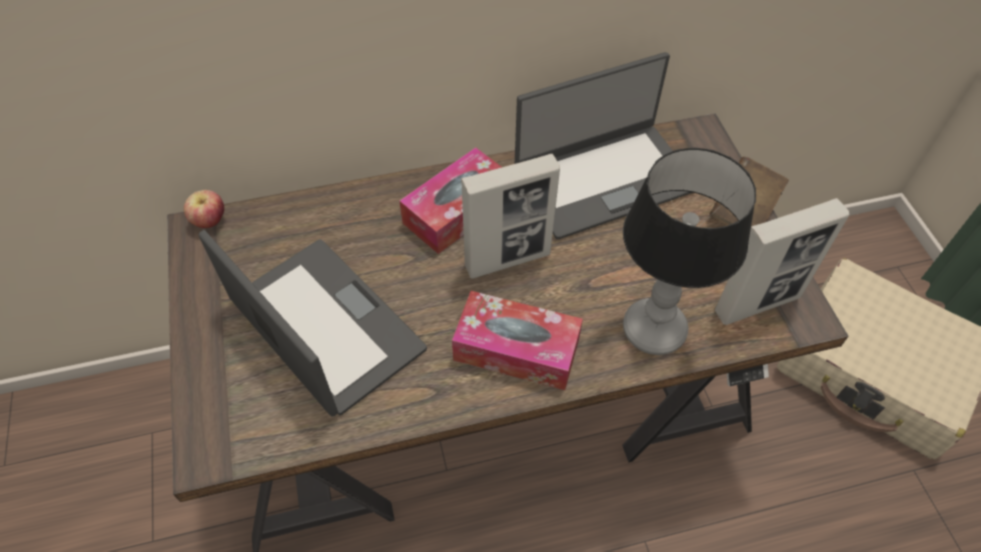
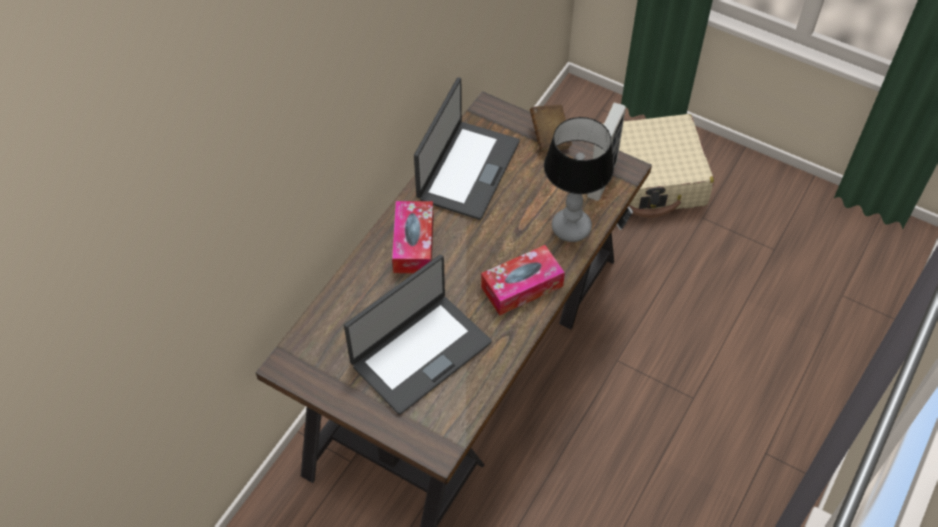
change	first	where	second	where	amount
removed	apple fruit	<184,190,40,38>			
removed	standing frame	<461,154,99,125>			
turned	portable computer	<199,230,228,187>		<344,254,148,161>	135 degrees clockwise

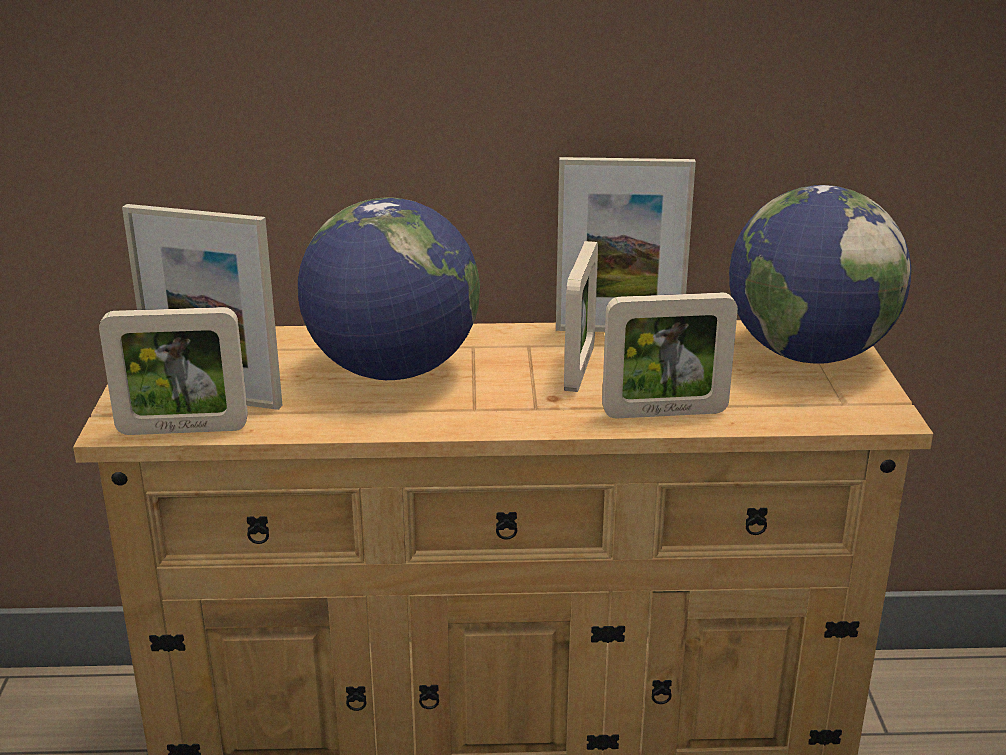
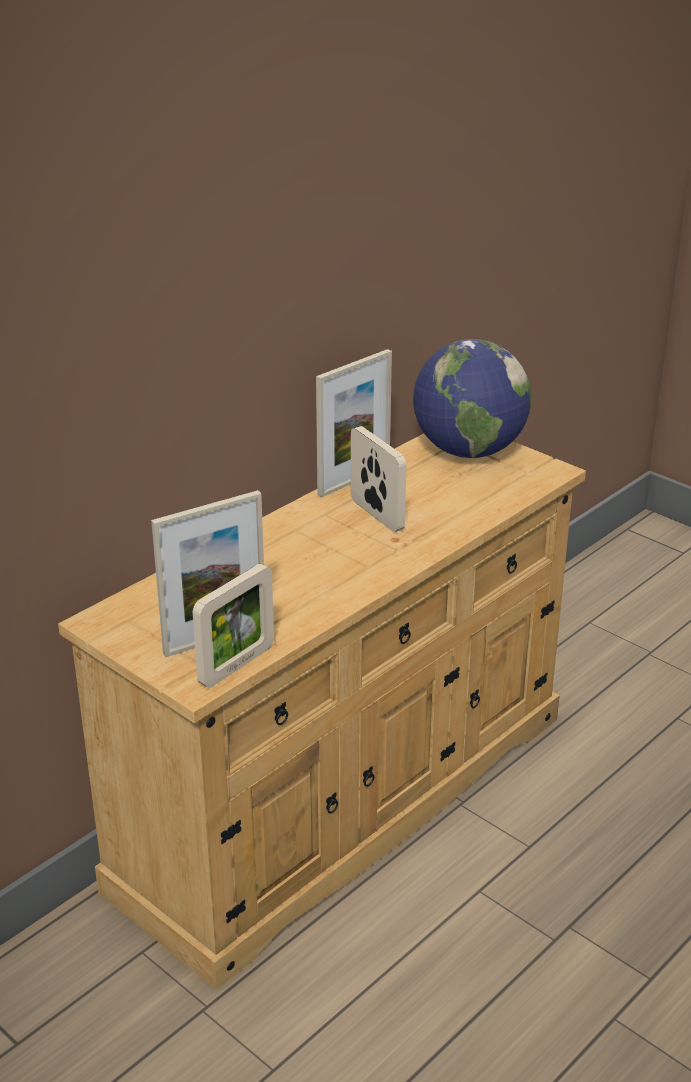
change	first	where	second	where	amount
removed	world globe	<298,197,182,183>			
removed	standing frame	<602,293,136,126>			

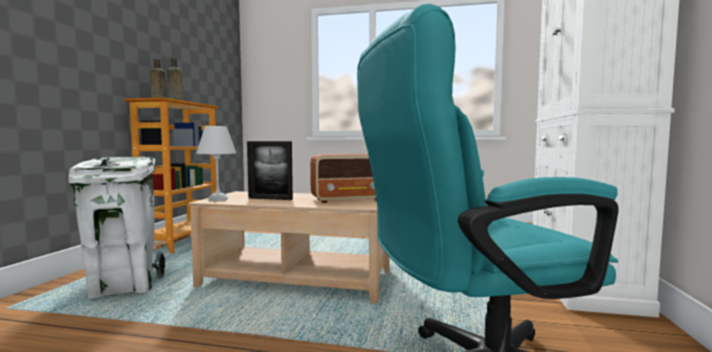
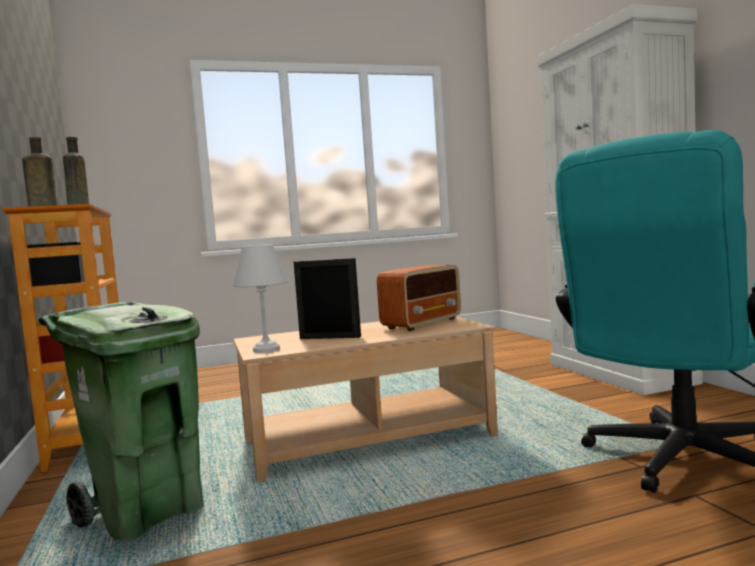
change	first	where	second	where	amount
recoloured	white waste bin	<68,157,97,141>	green waste bin	<38,302,166,240>	
turned	standing frame	<247,141,46,59>		<294,258,67,81>	150 degrees counterclockwise

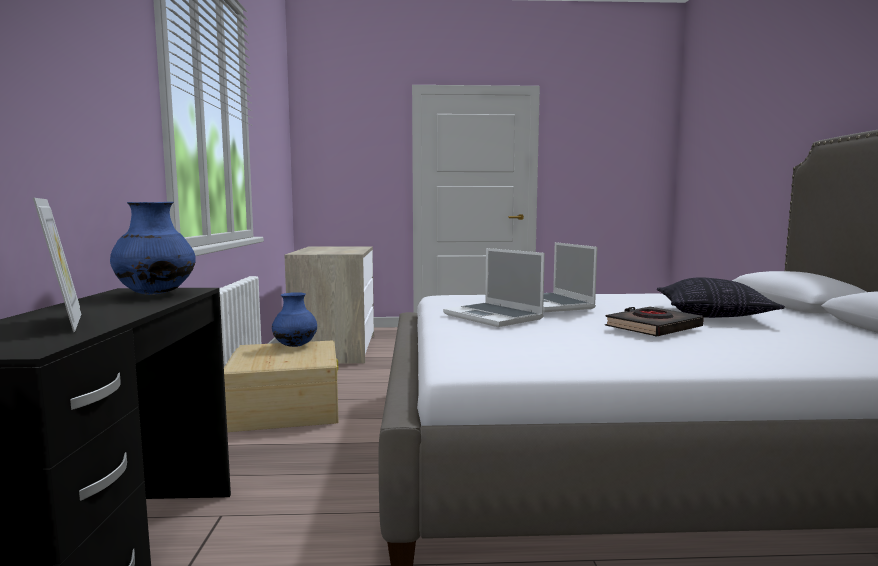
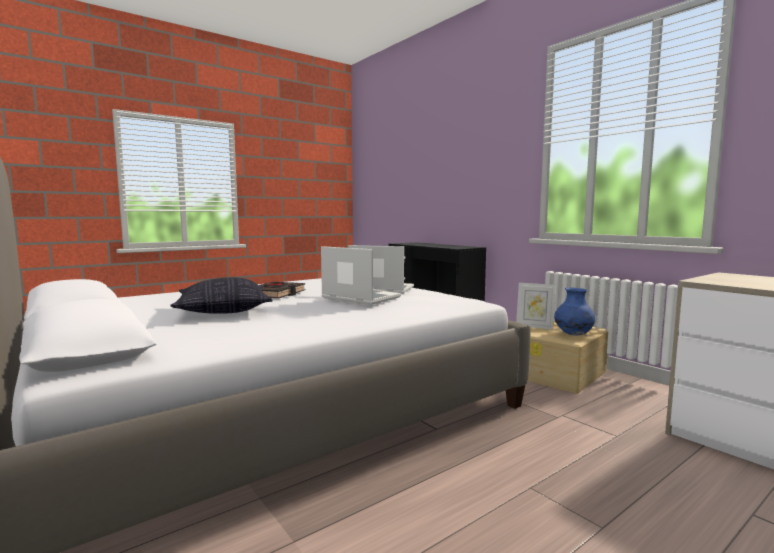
change	first	where	second	where	amount
removed	blue vase	<110,202,86,93>			
moved	standing frame	<33,198,48,134>		<516,283,40,47>	

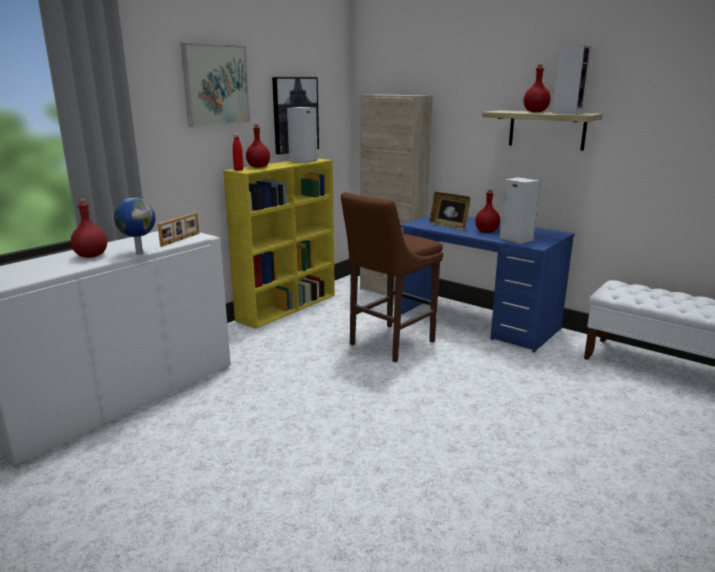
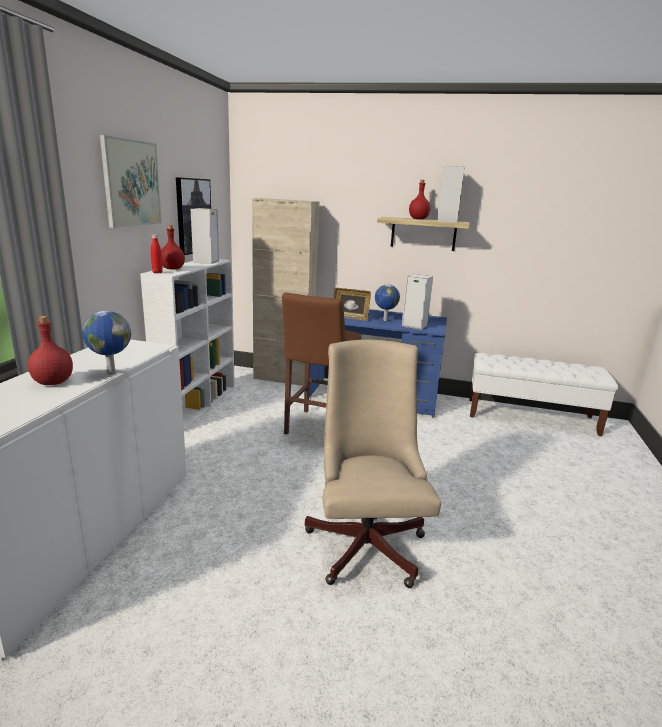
change	first	where	second	where	amount
removed	standing frame	<158,212,41,35>			
added			beige office chair	<305,340,136,248>	
replaced	red bottle	<475,189,25,44>	world globe	<375,284,25,37>	
recoloured	yellow shelving unit	<223,158,112,171>	white shelving unit	<140,259,95,171>	

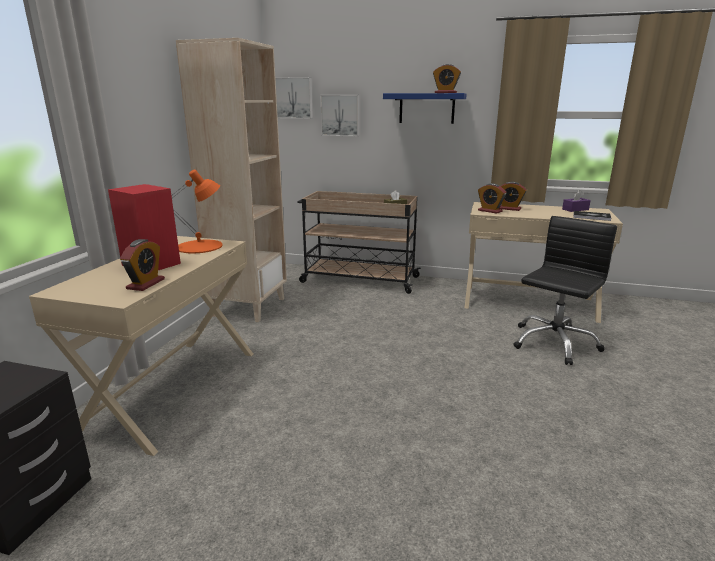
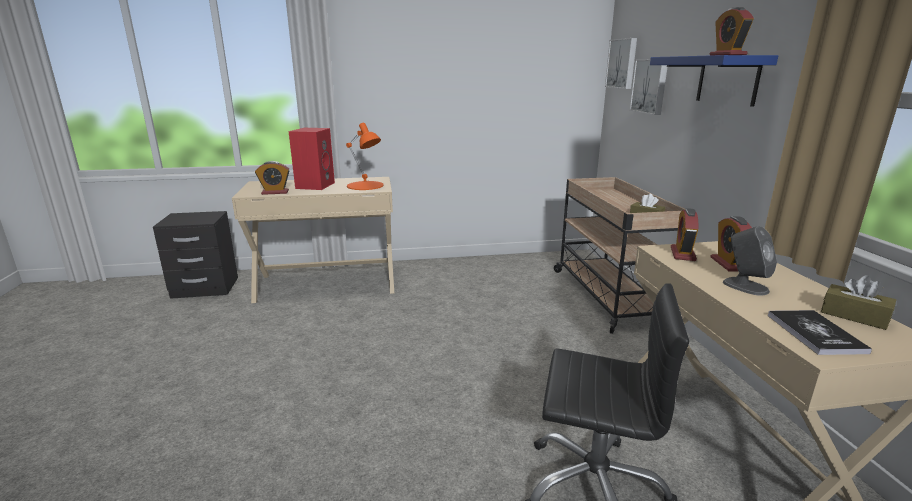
change	first	where	second	where	amount
removed	beige shelving unit	<176,38,111,284>			
added			grey speaker	<723,226,54,70>	
recoloured	purple-coloured tissue holder	<562,190,29,22>	brown-coloured tissue holder	<821,275,75,55>	

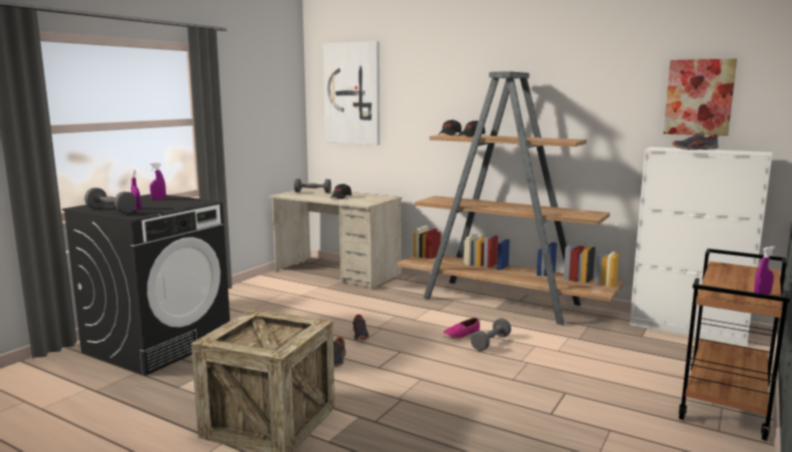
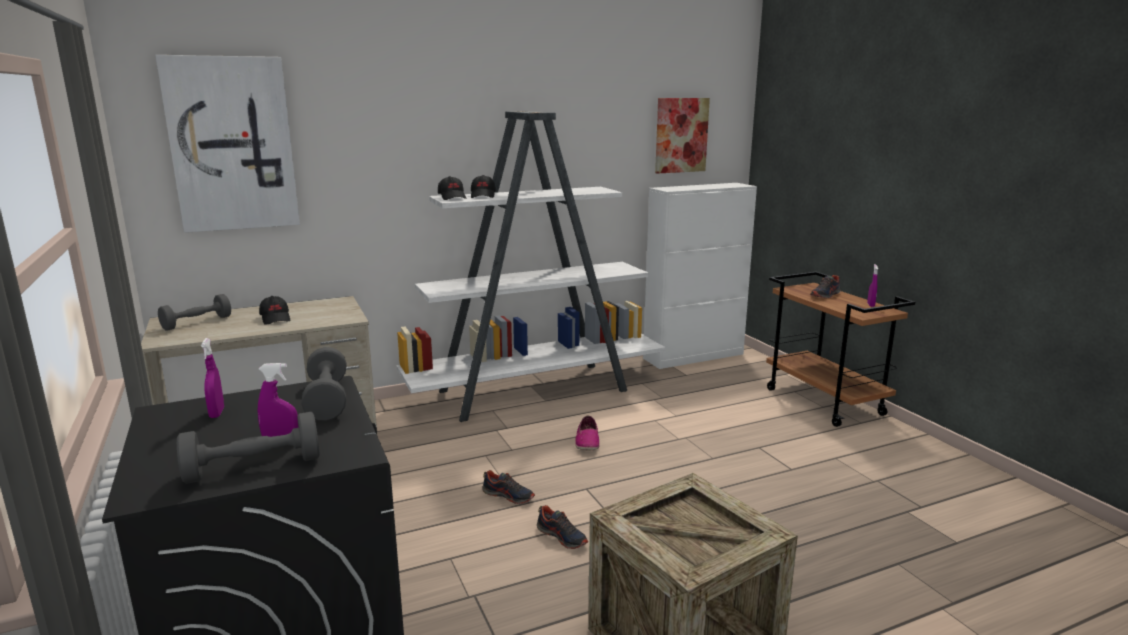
change	first	where	second	where	amount
moved	grey free weight	<470,318,41,33>		<301,347,45,74>	
moved	item of footwear	<673,132,46,18>		<810,275,31,23>	
recoloured	brown-coloured shelving unit	<397,71,226,254>	white shelving unit	<396,111,269,311>	

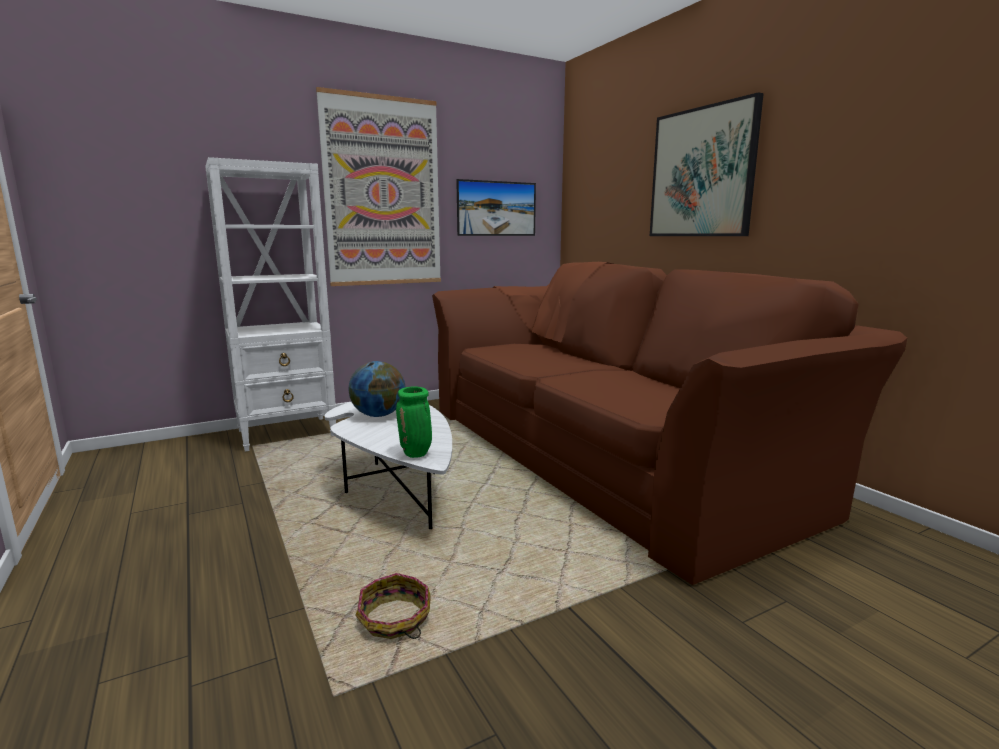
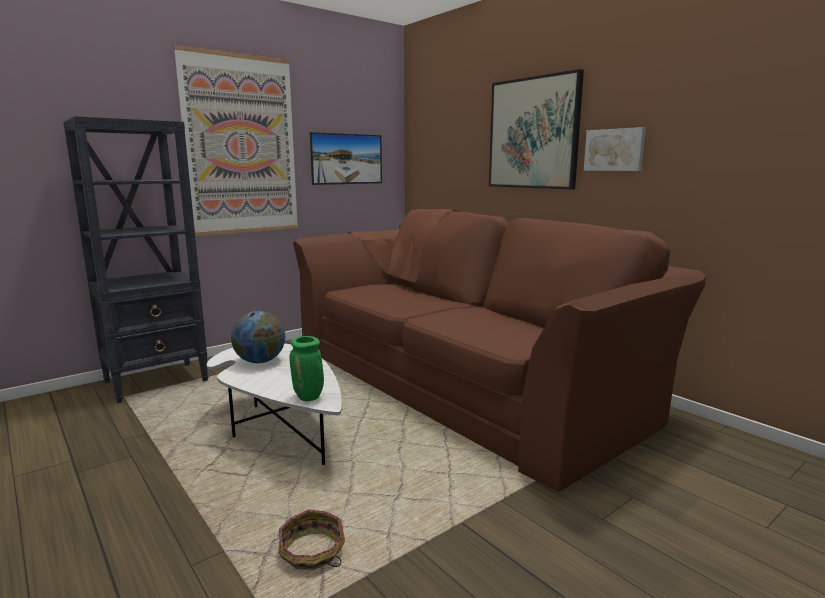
change	first	where	second	where	amount
added			wall art	<584,127,62,44>	
recoloured	white shelving unit	<205,157,131,294>	blackish shelving unit	<63,116,145,287>	

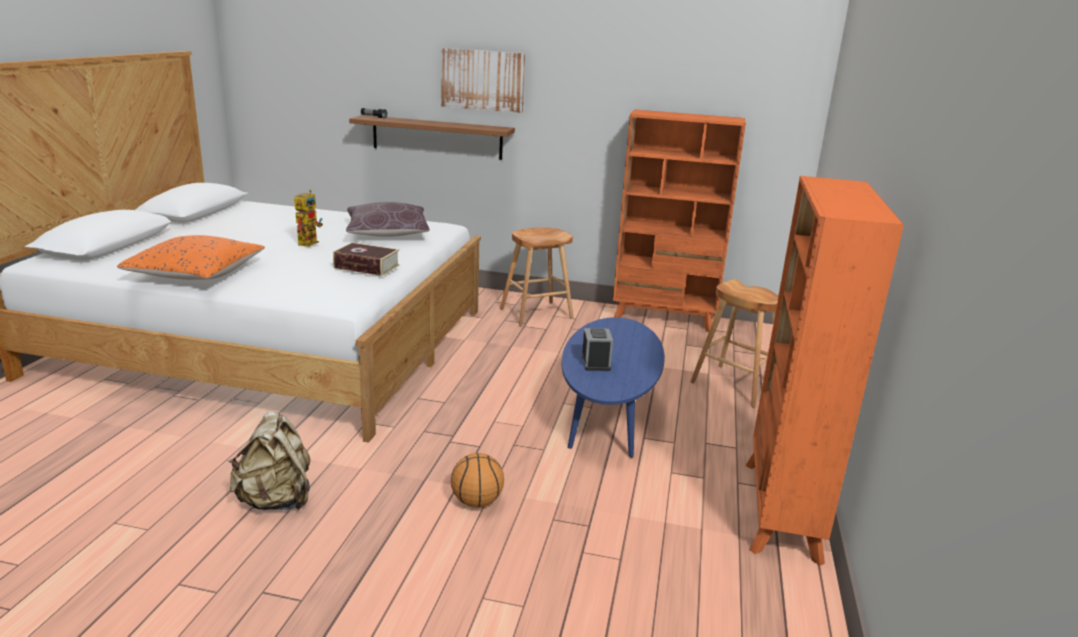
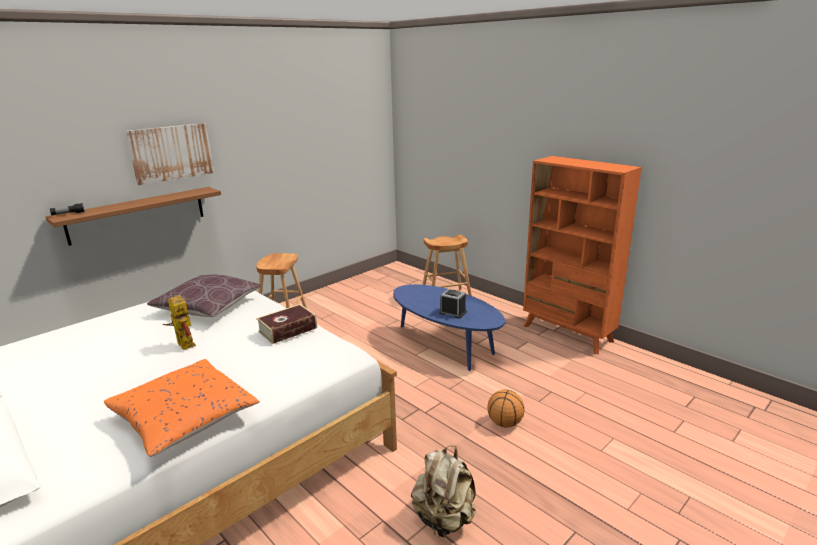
change	first	where	second	where	amount
removed	orange-coloured shelving unit	<613,110,133,223>			

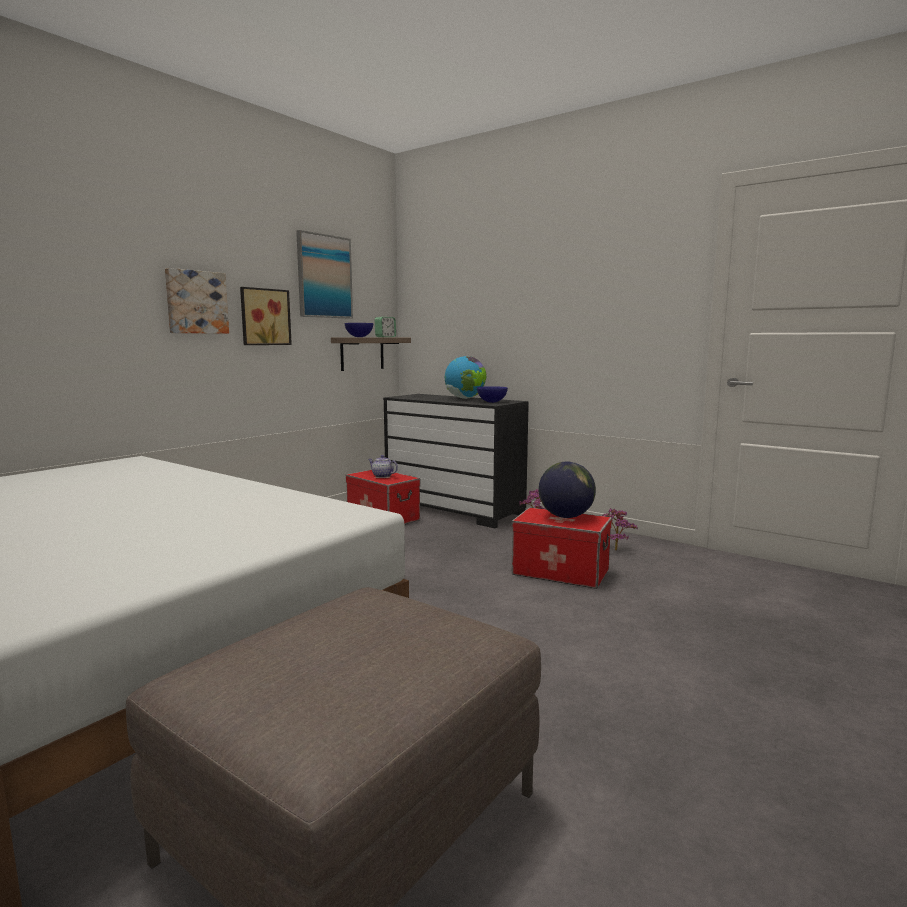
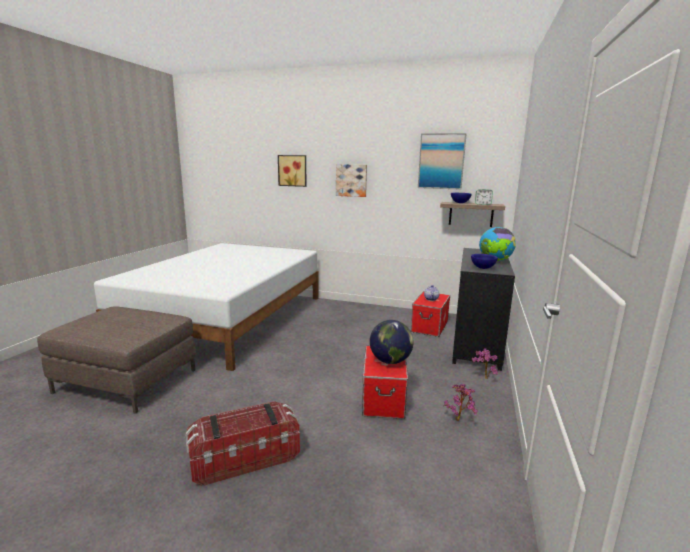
change	first	where	second	where	amount
added			storage box	<185,401,115,85>	
moved	wall art	<240,287,52,58>		<278,155,28,32>	

